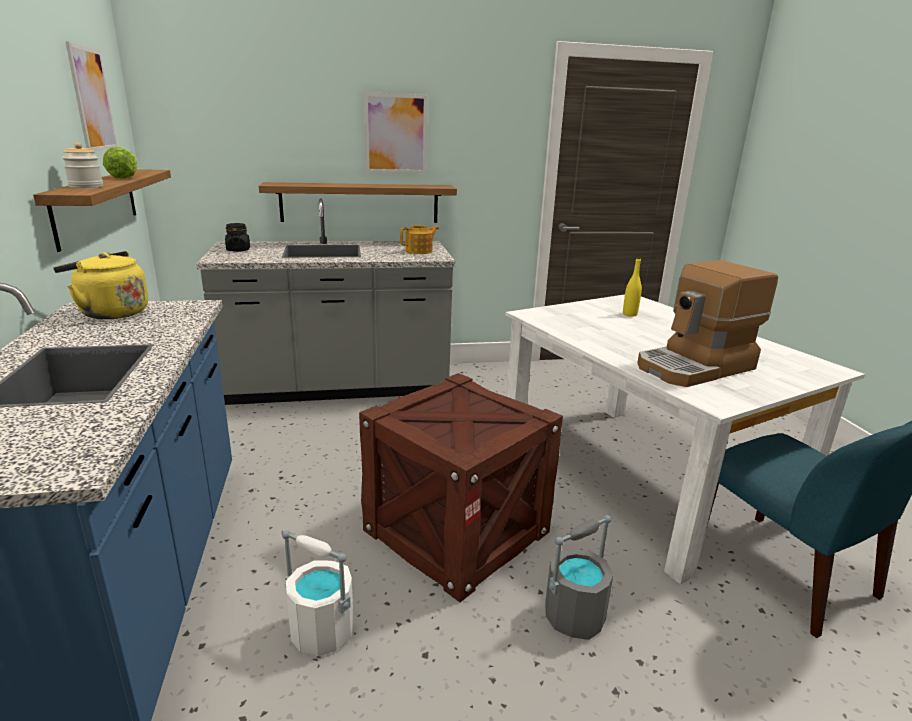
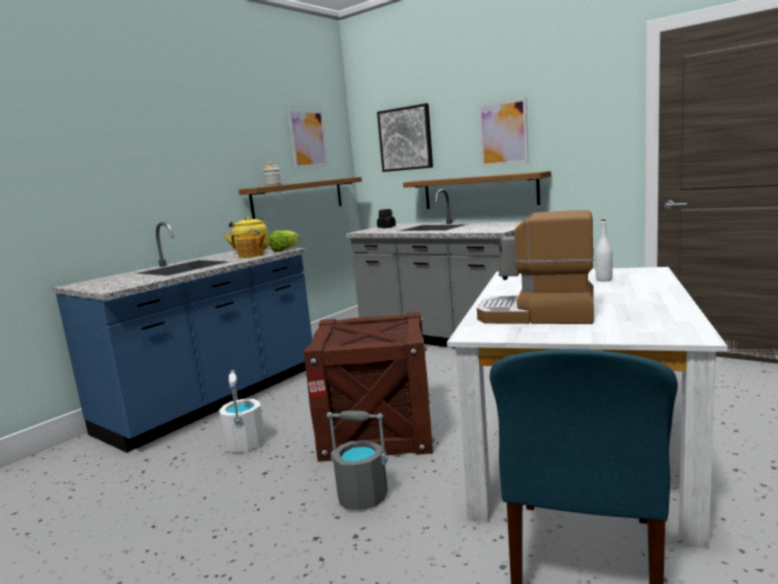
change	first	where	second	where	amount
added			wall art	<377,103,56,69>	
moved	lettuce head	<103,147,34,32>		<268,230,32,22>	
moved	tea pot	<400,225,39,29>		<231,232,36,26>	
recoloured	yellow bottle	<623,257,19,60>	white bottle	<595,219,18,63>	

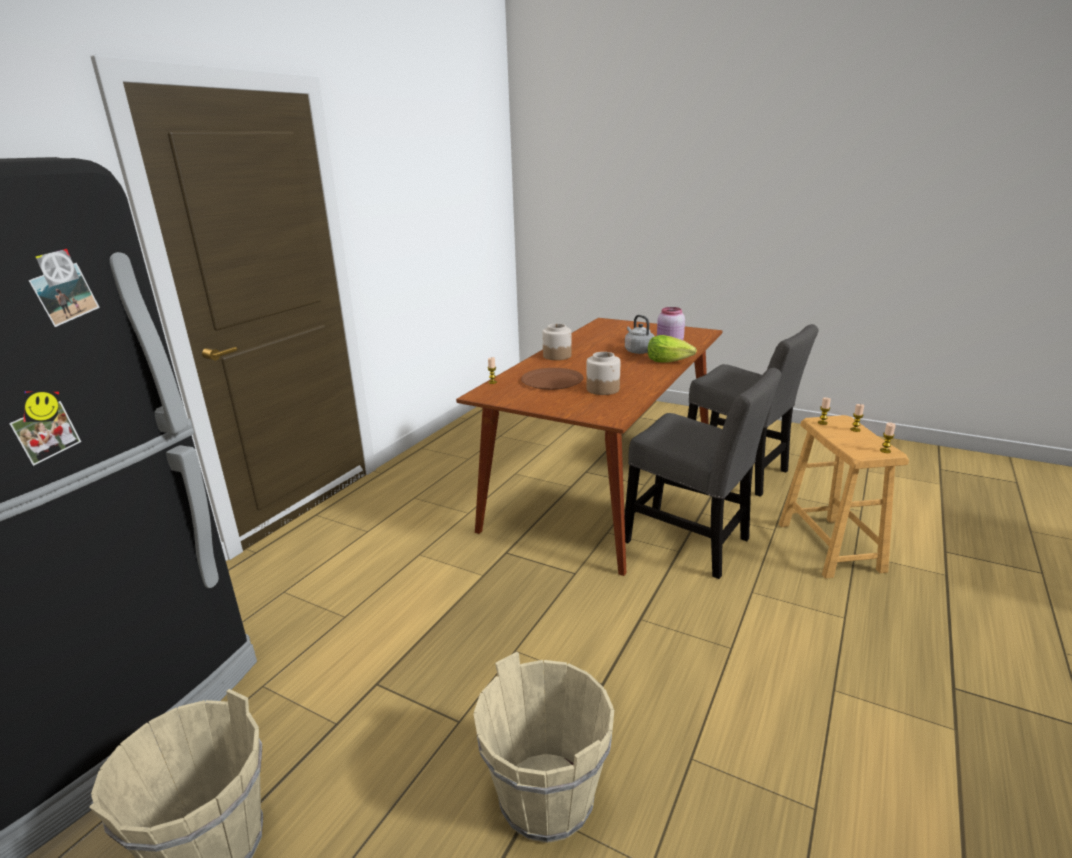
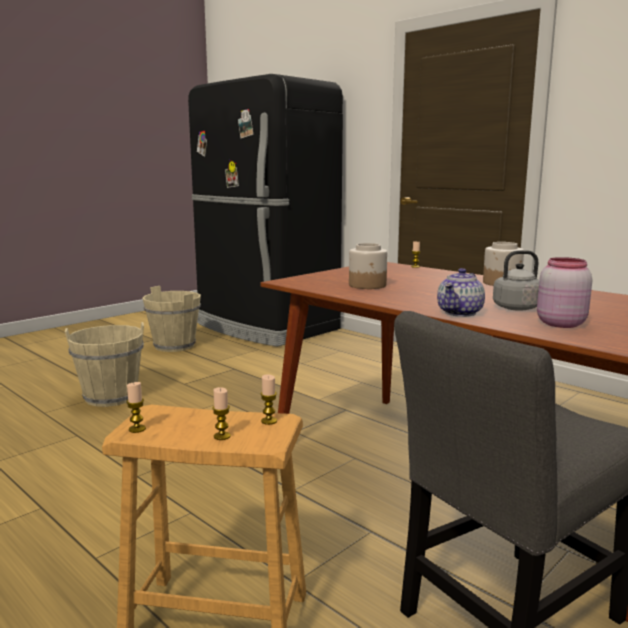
change	first	where	second	where	amount
removed	brown-coloured dinner plate	<521,368,62,22>			
removed	grey chair	<625,368,157,211>			
replaced	lettuce head	<648,335,49,28>	tea pot	<437,268,48,49>	

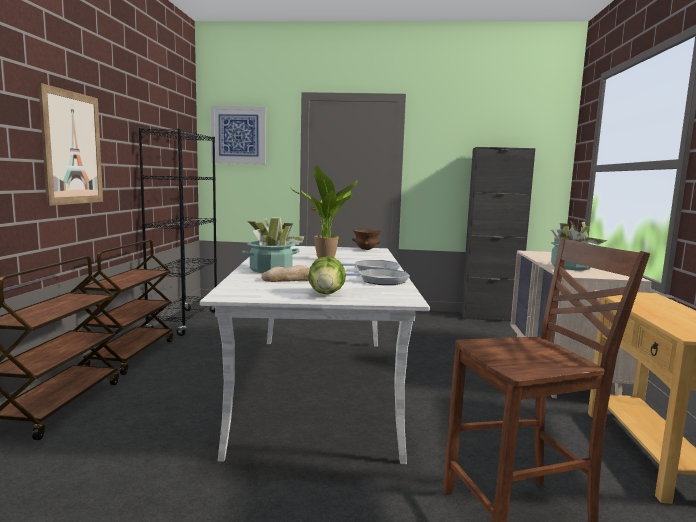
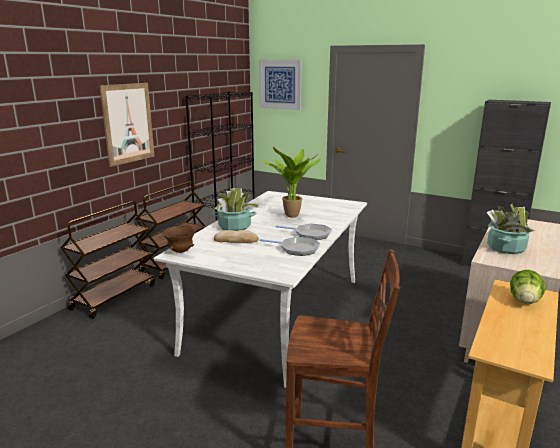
change	first	where	second	where	amount
moved	lettuce head	<308,256,38,38>		<510,270,35,34>	
moved	brown-coloured bowl	<352,229,29,21>		<162,225,34,28>	

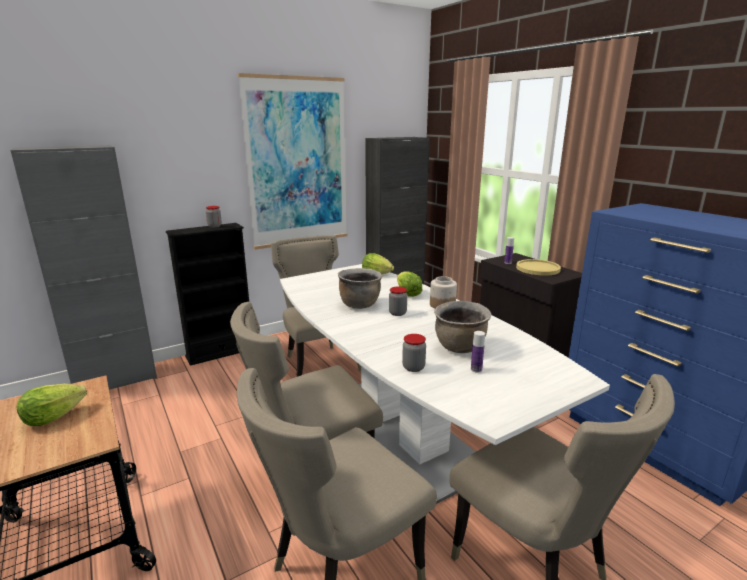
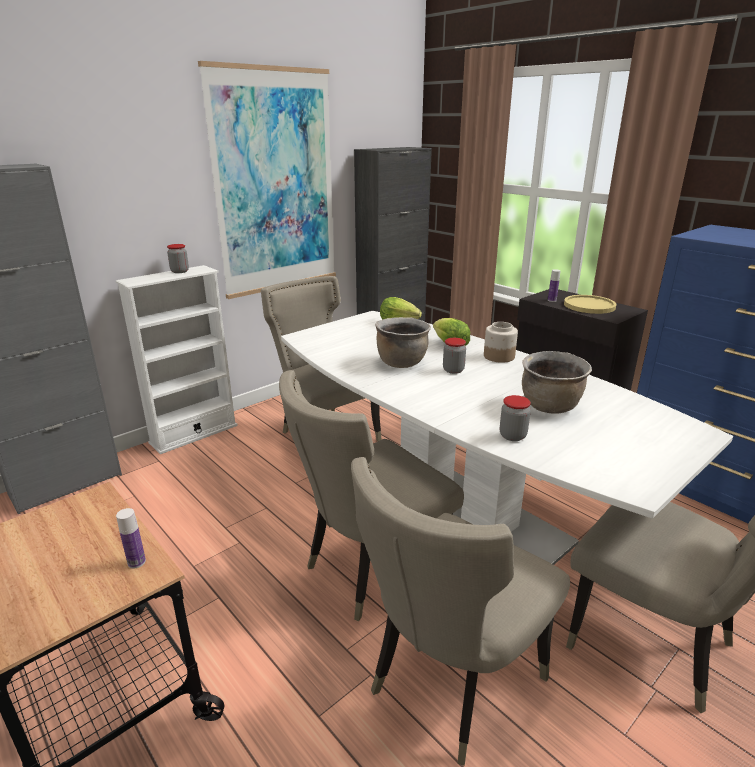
change	first	where	second	where	amount
removed	lettuce head	<16,384,71,42>			
moved	bottle	<471,331,14,42>		<116,508,30,60>	
recoloured	blackish shelving unit	<166,223,83,143>	white shelving unit	<116,265,122,189>	

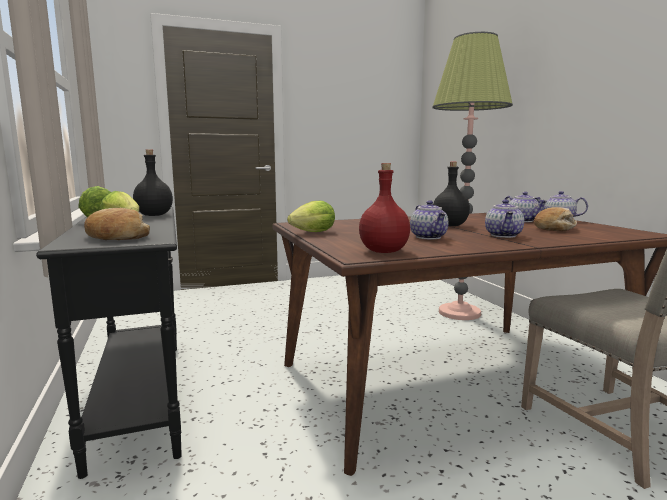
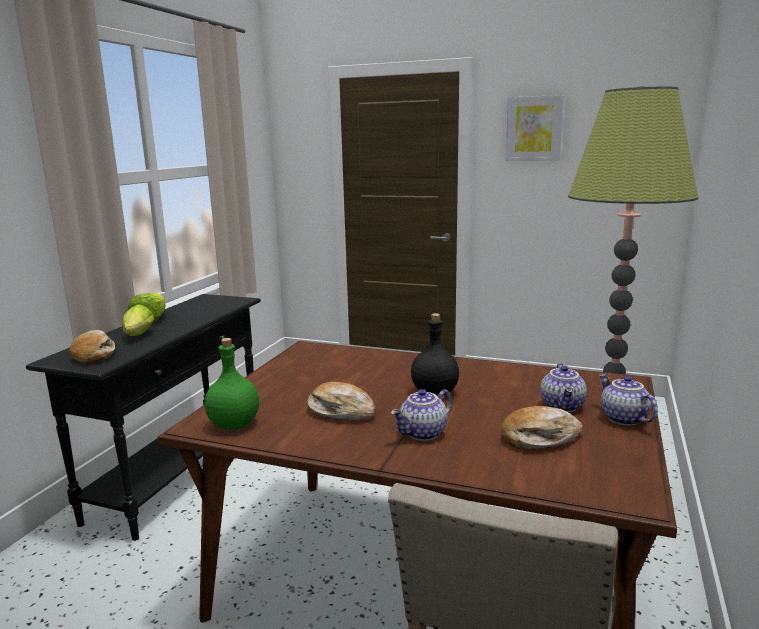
change	first	where	second	where	amount
removed	blackish bottle	<133,150,40,66>			
removed	lettuce head	<287,201,48,31>			
added			wall art	<506,95,58,66>	
replaced	tea pot	<410,200,38,39>	baked bread	<307,382,68,39>	
recoloured	red bottle	<359,163,51,90>	green bottle	<205,338,54,91>	

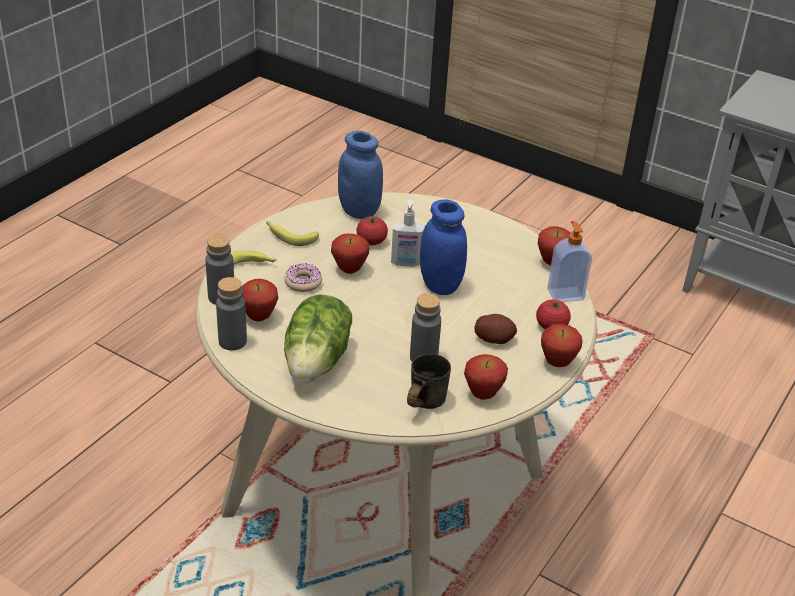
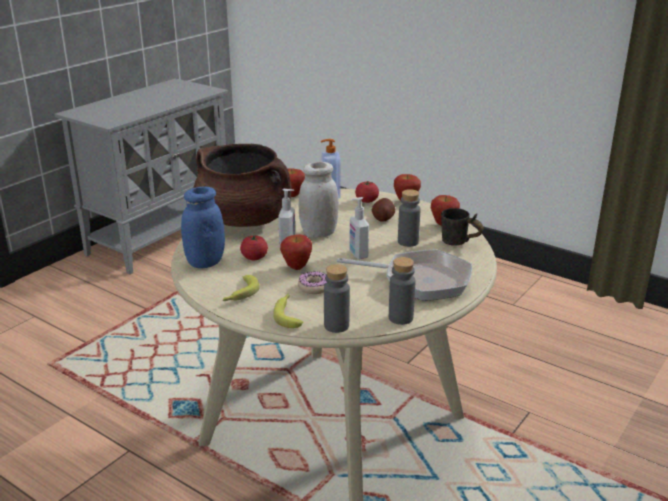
change	first	where	second	where	amount
removed	apple fruit	<241,279,37,43>			
added			brown-coloured cooking pot	<193,144,99,83>	
added			soap bottle	<349,197,20,62>	
replaced	lettuce head	<284,294,68,89>	pan	<337,249,135,52>	
recoloured	blue preserve jar	<420,199,47,96>	white preserve jar	<299,162,40,76>	

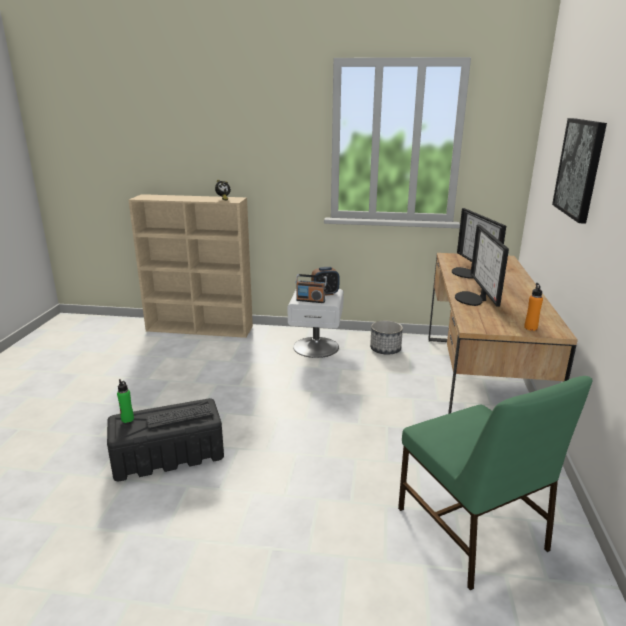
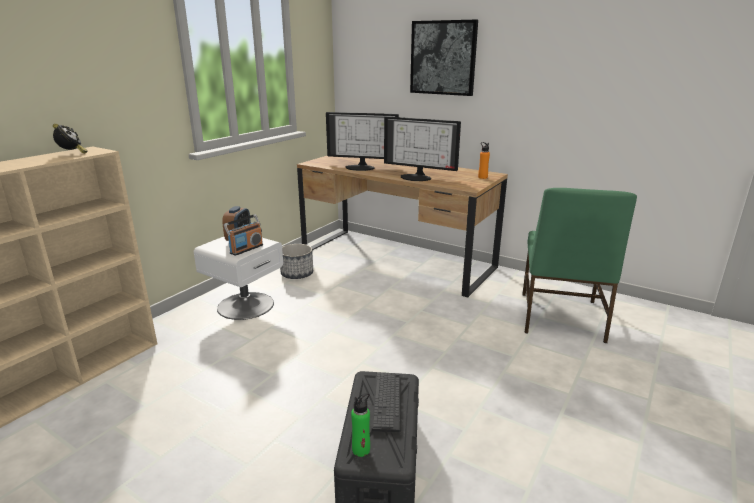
change	first	where	second	where	amount
turned	green chair	<398,376,195,215>		<522,188,115,155>	105 degrees clockwise

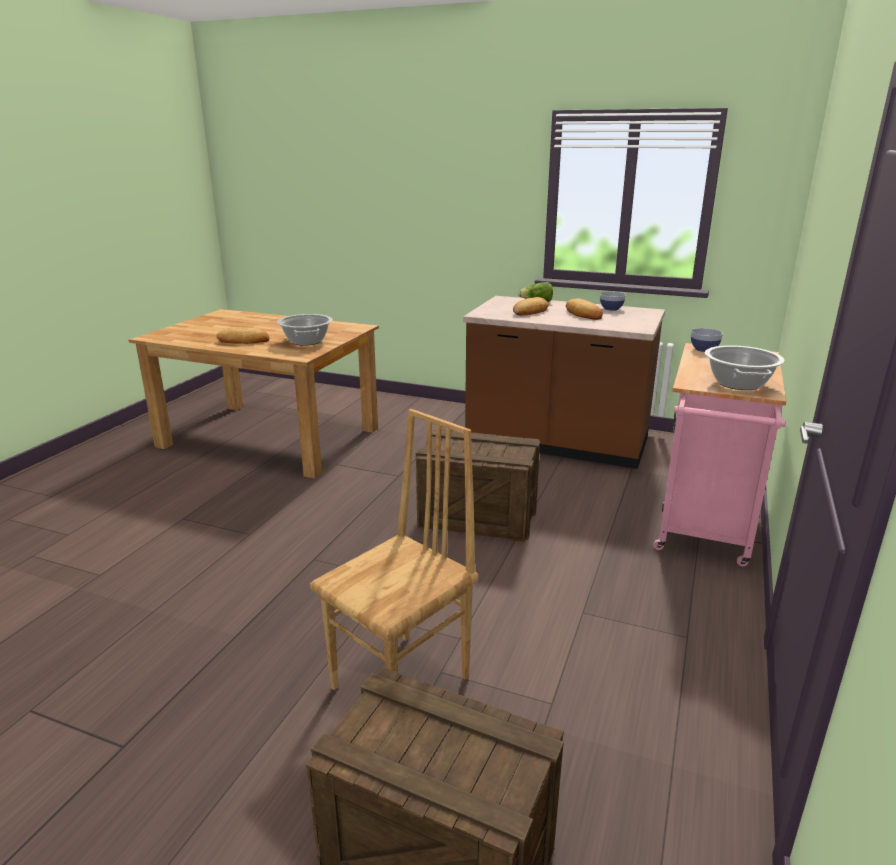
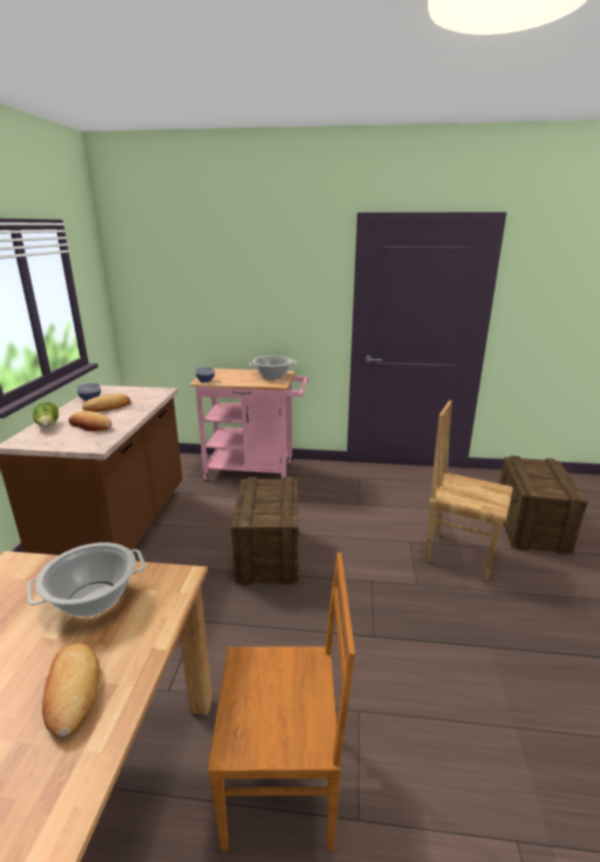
change	first	where	second	where	amount
added			brown-coloured chair	<207,552,148,299>	

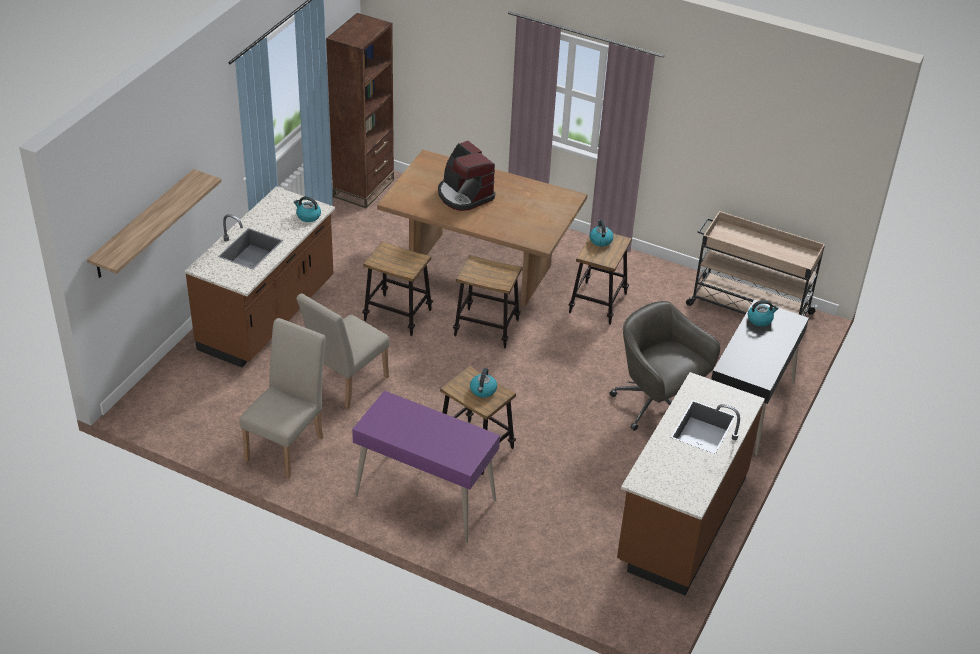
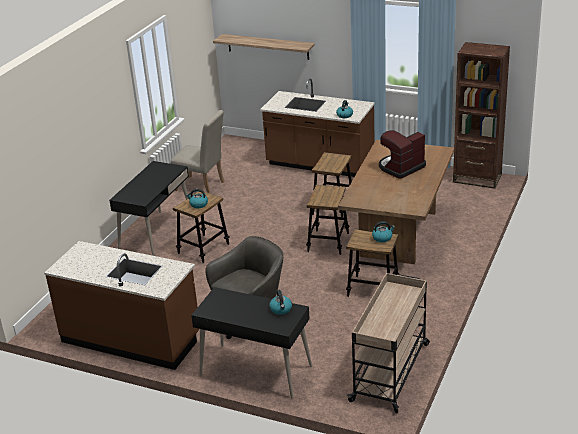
change	first	where	second	where	amount
removed	beige chair	<296,293,93,116>			
recoloured	purple-coloured desk table	<352,391,148,152>	blackish desk table	<109,161,85,95>	

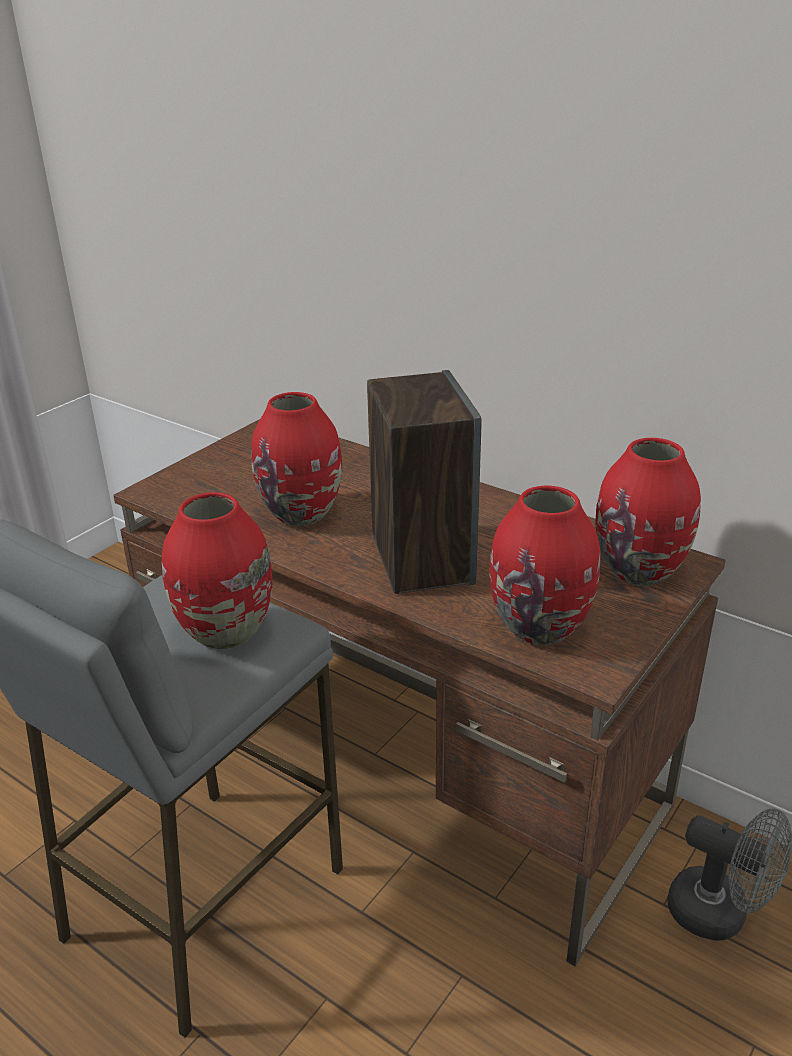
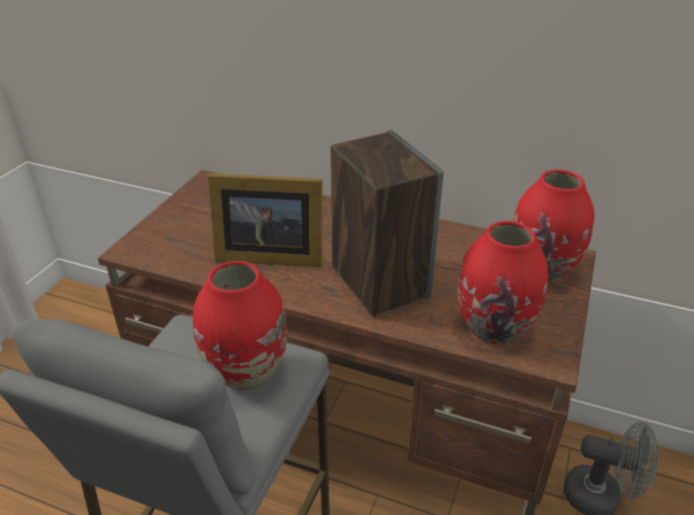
change	first	where	second	where	amount
replaced	red vase	<251,392,91,134>	standing frame	<208,173,114,94>	

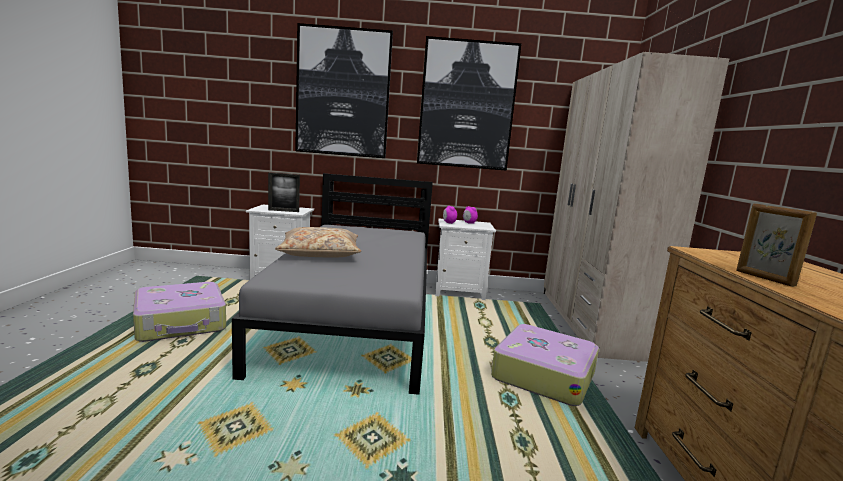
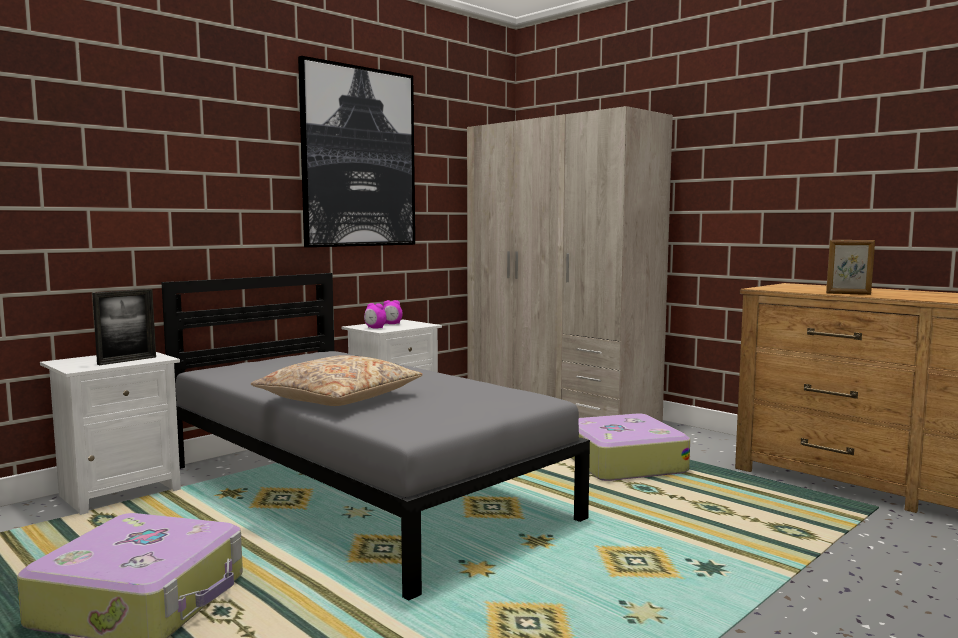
change	first	where	second	where	amount
removed	wall art	<295,23,98,135>			

